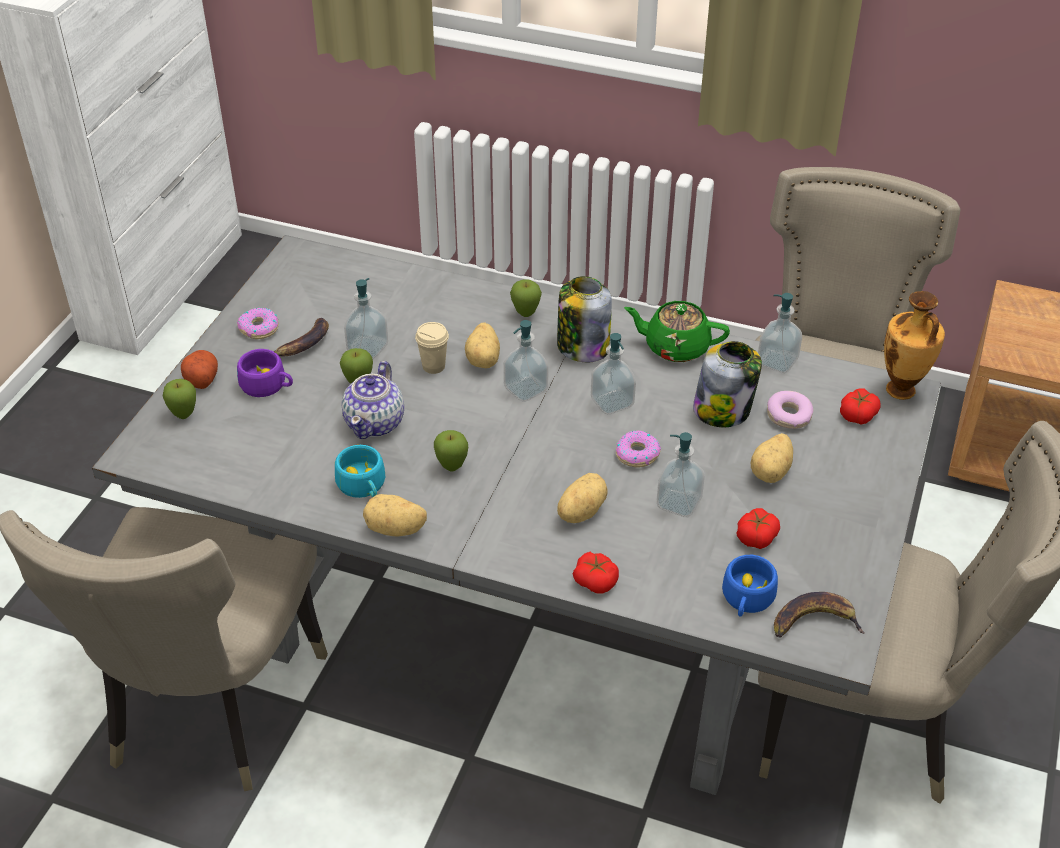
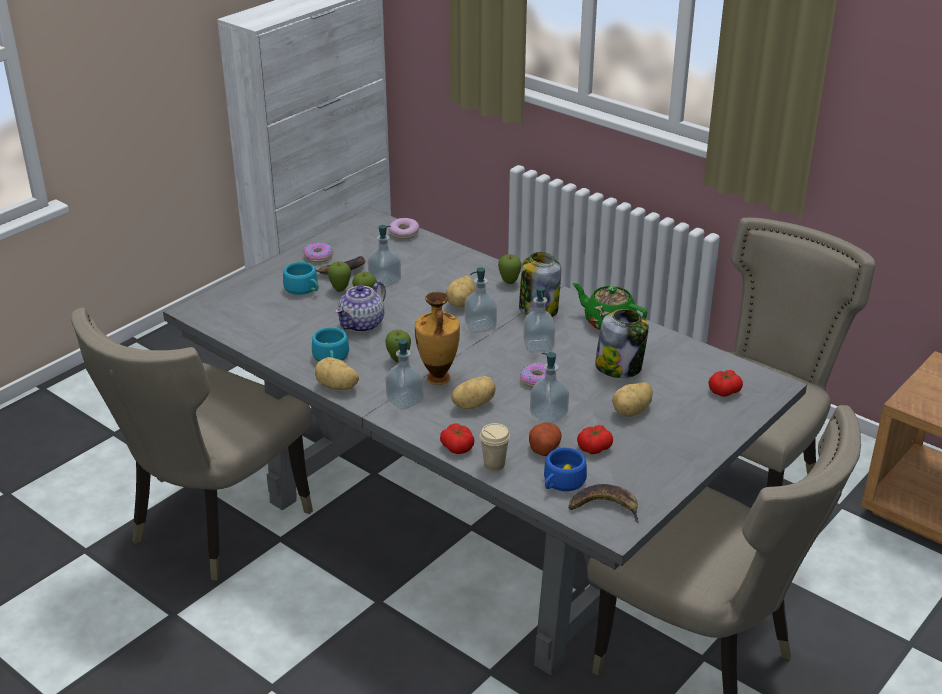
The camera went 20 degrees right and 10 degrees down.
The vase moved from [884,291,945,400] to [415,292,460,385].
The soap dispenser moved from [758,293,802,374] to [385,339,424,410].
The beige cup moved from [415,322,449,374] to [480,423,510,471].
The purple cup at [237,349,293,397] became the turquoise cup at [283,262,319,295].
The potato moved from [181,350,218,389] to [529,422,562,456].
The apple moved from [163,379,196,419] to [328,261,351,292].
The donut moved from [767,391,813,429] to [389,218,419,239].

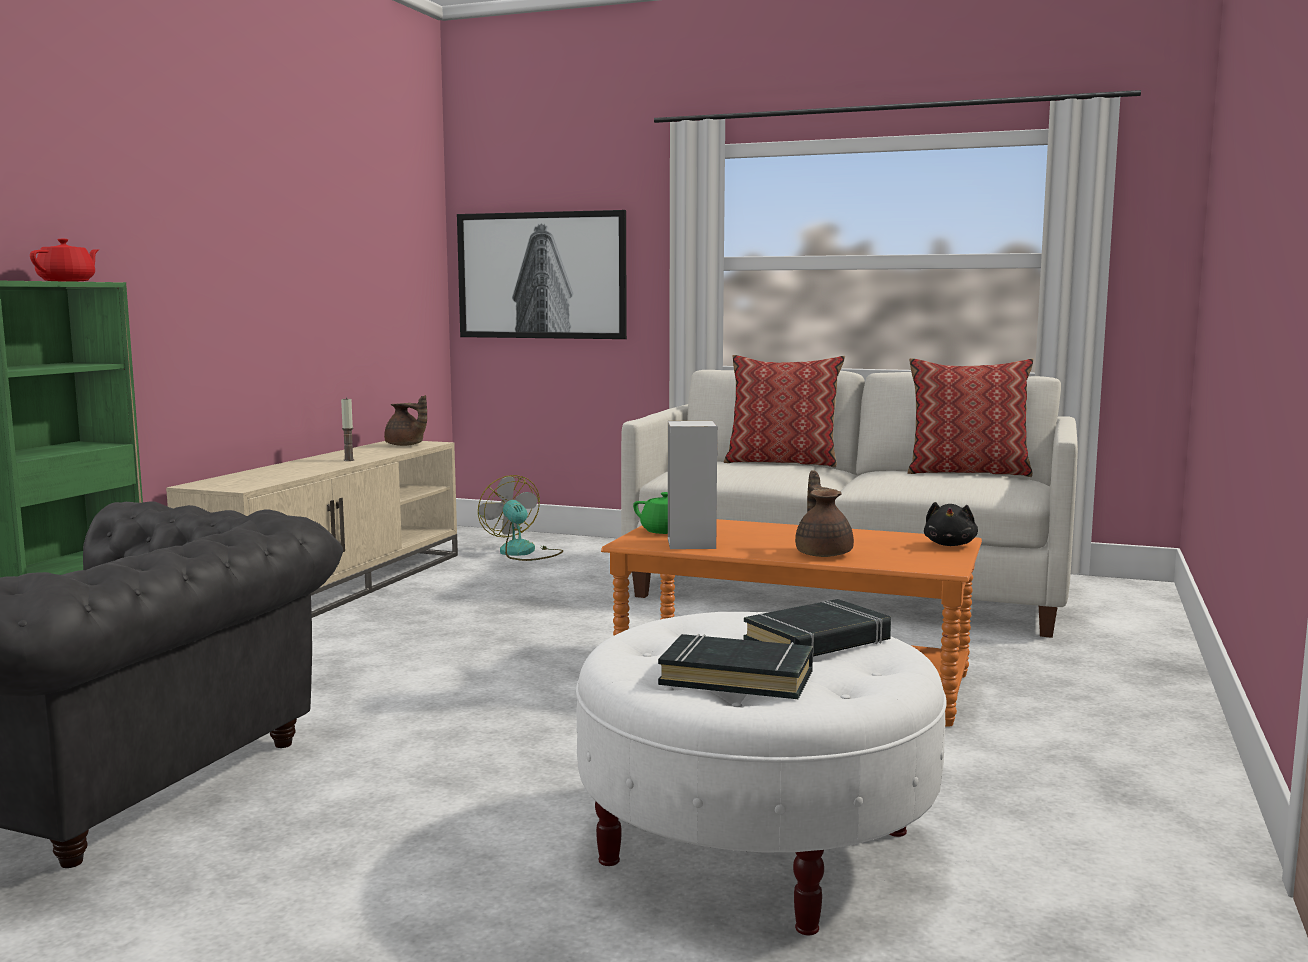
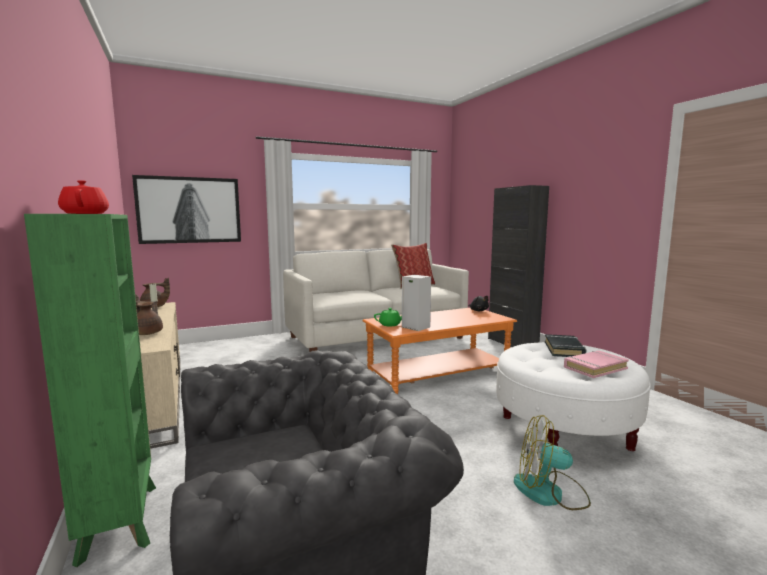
The camera went 45 degrees left and 0 degrees up.
The pillow at [724,355,845,468] disappeared.
The brown teapot moved from [795,470,854,557] to [135,294,163,335].
The fan moved from [478,475,563,561] to [514,415,591,510].
The black book at [658,634,813,699] became the pink book at [564,350,629,378].
The black cabinet at [488,185,549,347] appeared.

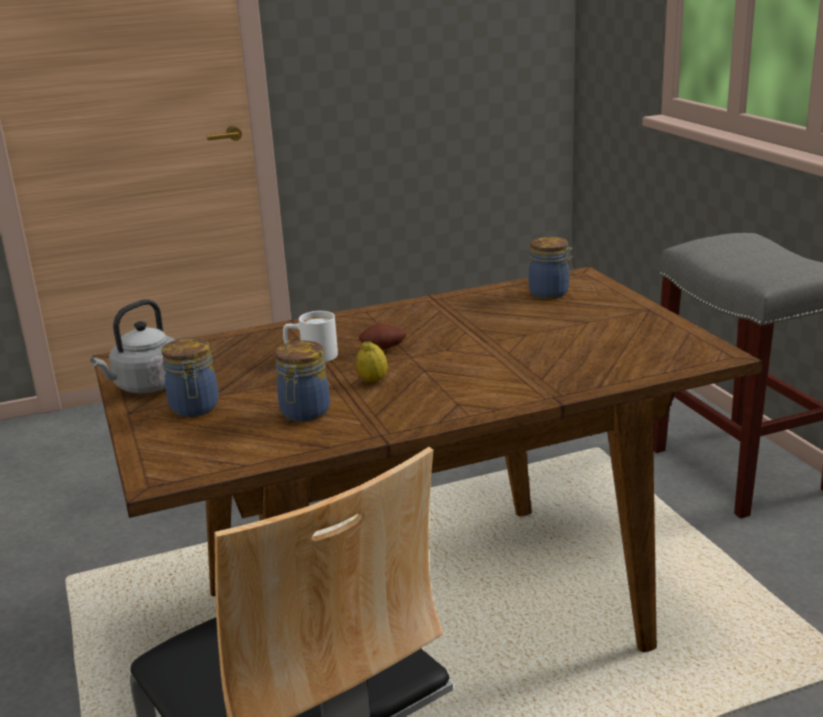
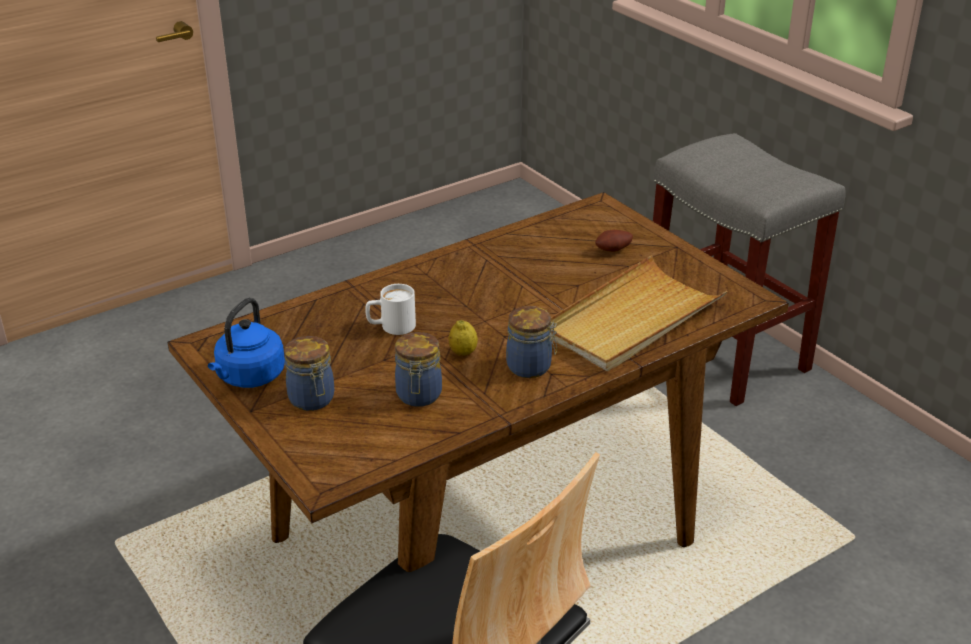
The camera went 15 degrees left and 10 degrees up.
The jar moved from [529,237,573,299] to [506,306,557,378].
The grey kettle at [90,299,175,393] became the blue kettle at [208,298,285,388].
The potato moved from [359,325,406,350] to [595,230,633,252].
The beige tray at [551,255,728,371] appeared.

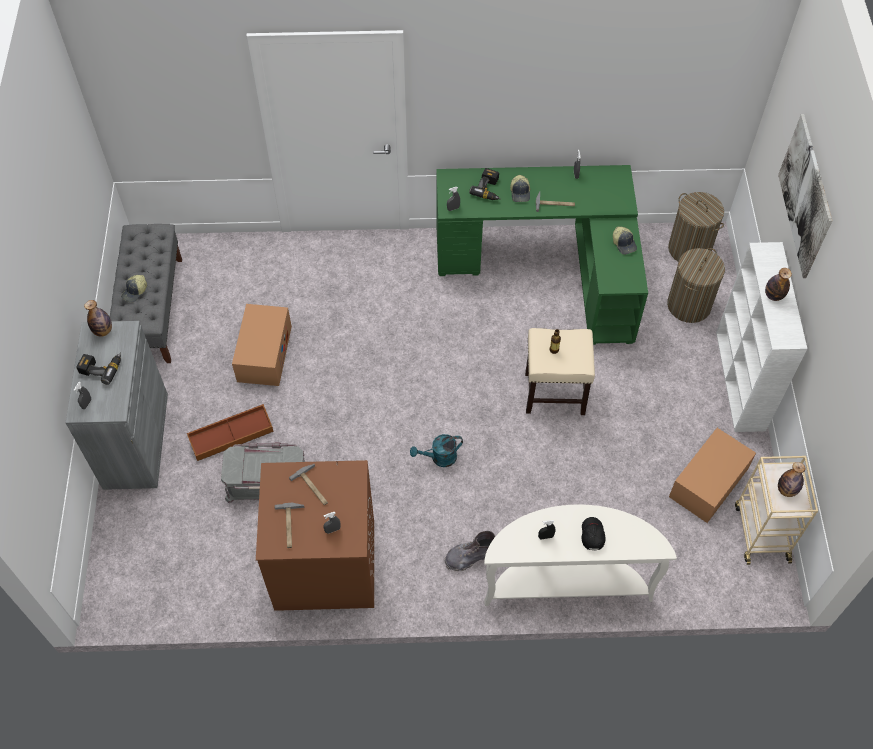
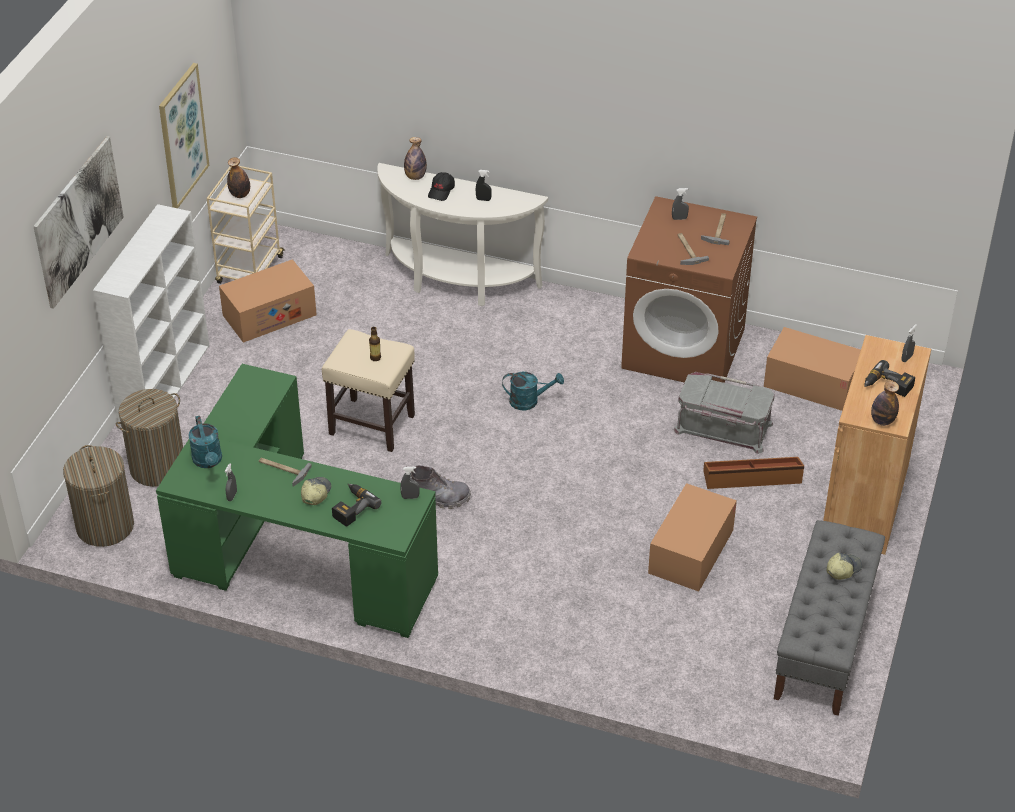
The camera went 160 degrees left and 15 degrees down.
The cap at [613,226,637,255] disappeared.
The bottle moved from [765,268,792,301] to [404,137,427,180].
The grey cabinet at [65,321,168,490] became the brown cabinet at [823,335,931,555].
The grey boot moved from [445,531,495,571] to [411,465,471,509].
The picture at [159,63,209,208] appeared.
The cardboard box at [764,327,861,411] appeared.
The turquoise watering can at [188,416,222,468] appeared.

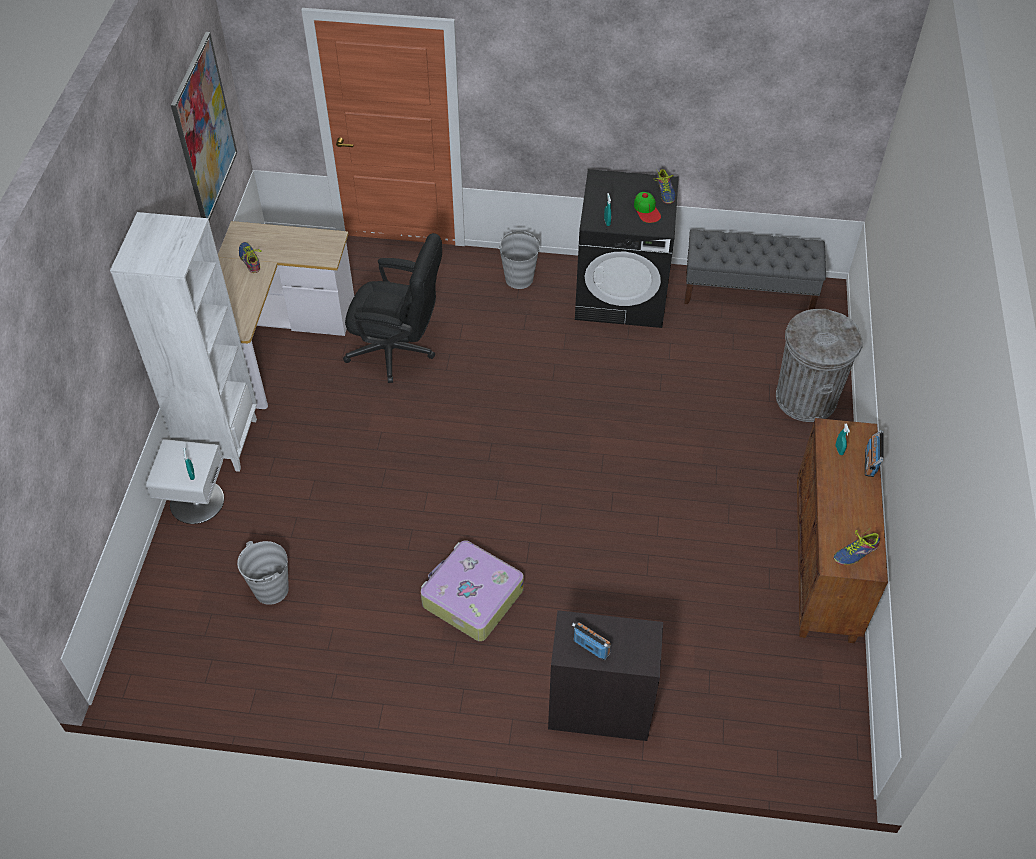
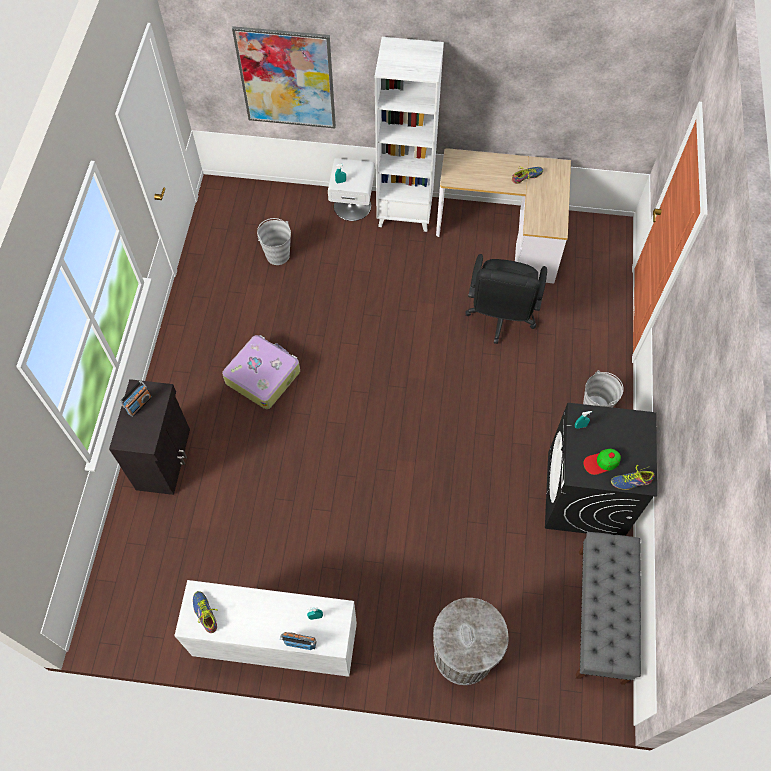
The camera went 90 degrees right and 10 degrees up.
The picture moved from [171,32,237,221] to [232,26,336,128].
The brown cabinet at [797,418,888,643] became the white cabinet at [174,580,357,677].

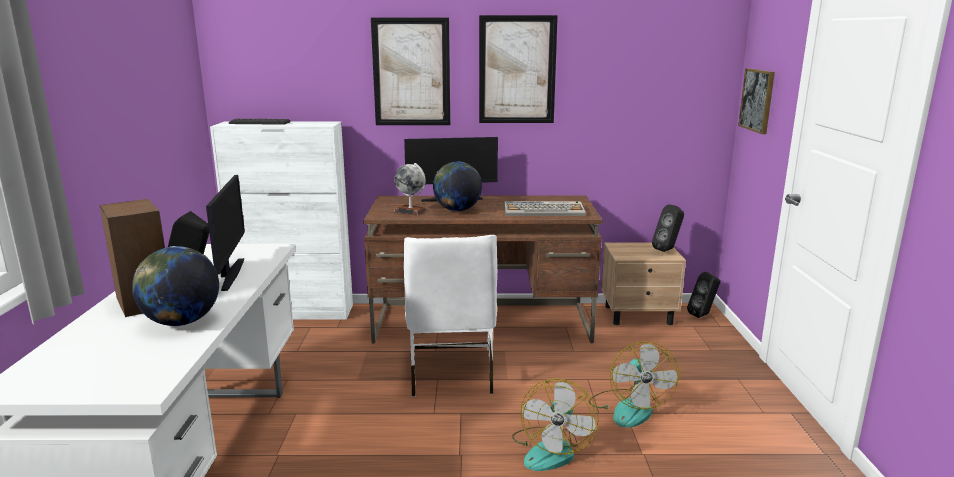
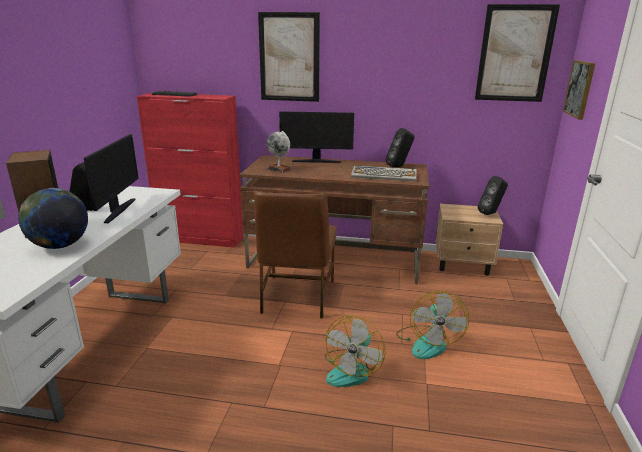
The camera went 10 degrees right and 5 degrees up.
The picture moved from [479,15,558,123] to [475,4,560,102].
The white cabinet at [210,121,353,320] became the red cabinet at [137,93,244,248].
The globe at [433,161,482,211] disappeared.
The white chair at [404,235,497,397] became the brown chair at [253,191,337,319].
The black speaker moved from [687,272,720,318] to [386,128,415,167].

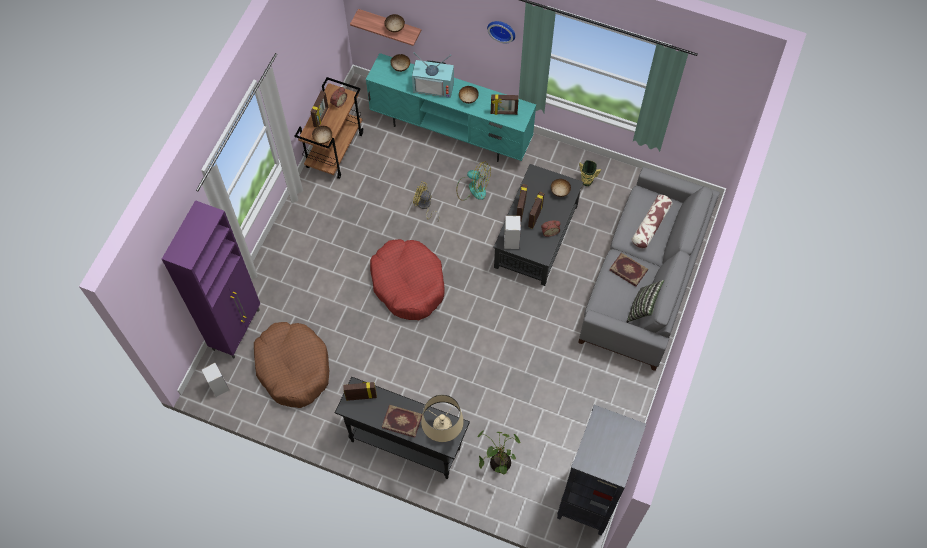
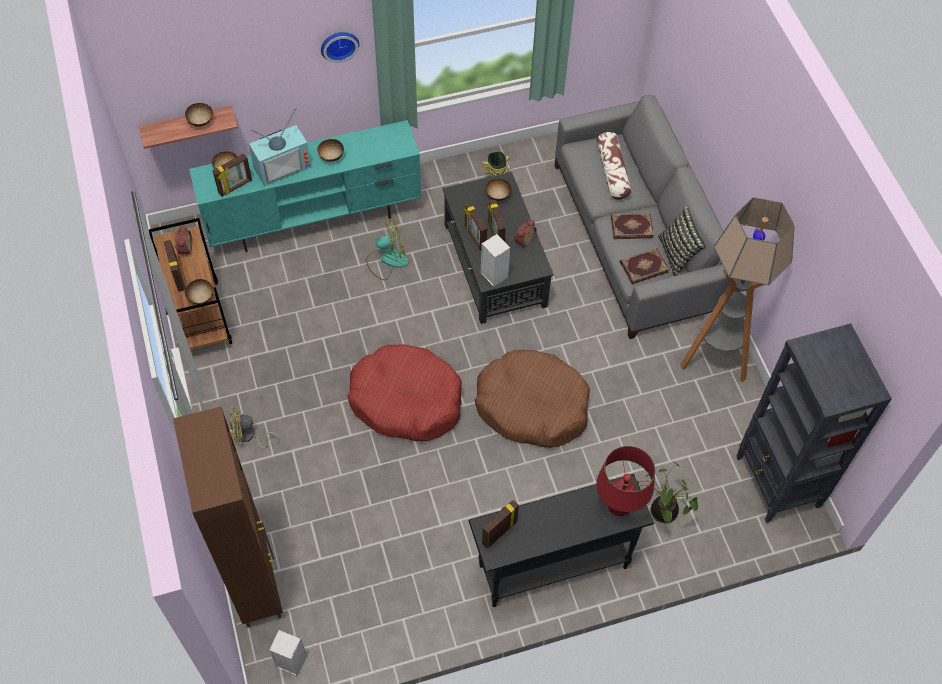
The camera went 40 degrees left and 5 degrees down.
The picture frame moved from [491,95,519,115] to [212,153,252,197].
The yellow fan moved from [413,181,439,221] to [230,406,279,449].
The purple cabinet at [162,200,260,359] became the brown cabinet at [173,406,283,627].
The brown dog bed moved from [254,322,329,408] to [475,350,590,448].
The beige table lamp at [421,395,464,442] became the red table lamp at [596,446,655,516].
The book moved from [382,405,422,438] to [620,248,669,285].
The floor lamp at [680,197,795,382] appeared.

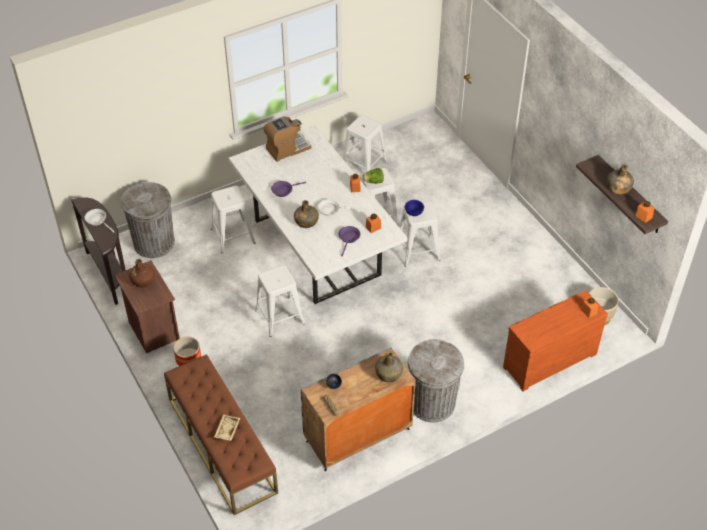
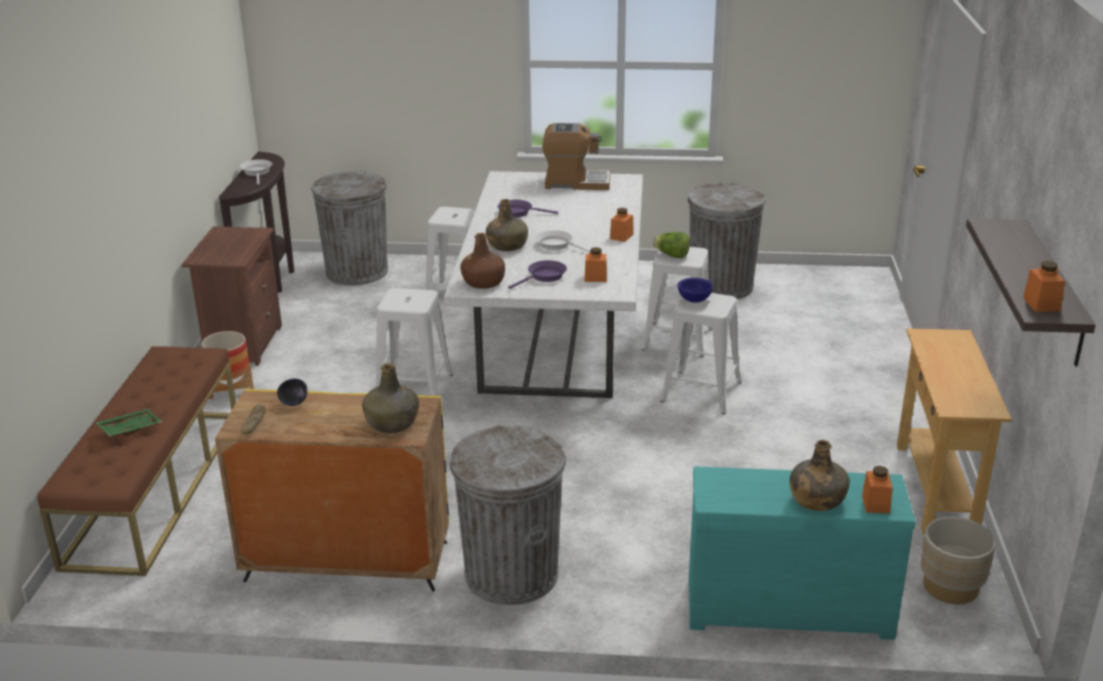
The camera went 35 degrees right and 20 degrees down.
The white stool at [343,115,388,172] was replaced by the grey trash can at [687,182,766,299].
The green bottle moved from [607,164,634,194] to [789,440,850,511].
The brown bottle moved from [129,259,155,287] to [460,233,505,289].
The brown dresser at [503,290,608,391] became the turquoise dresser at [688,466,916,640].
The grey cabinet at [301,347,416,471] became the yellow cabinet at [215,389,449,591].
The beige tray at [214,414,240,441] became the green tray at [96,409,162,436].
The beige console table at [897,328,1012,534] appeared.

